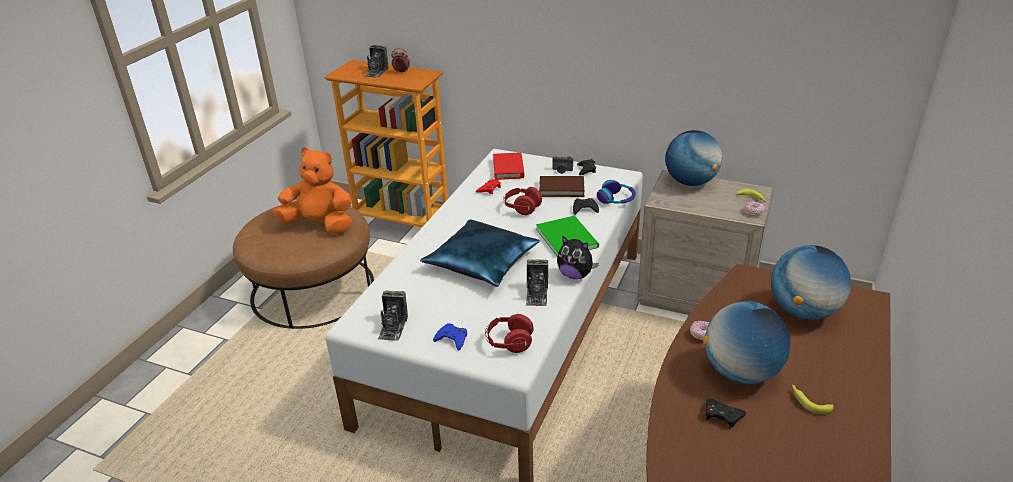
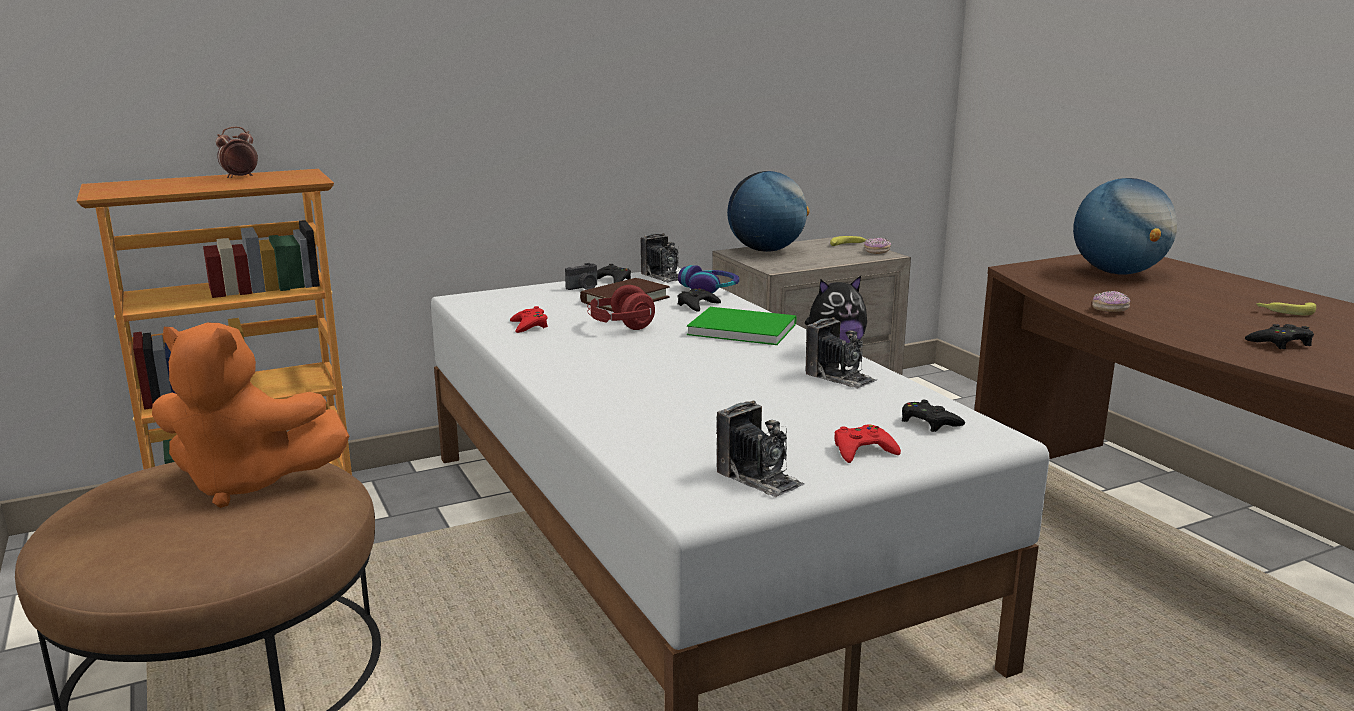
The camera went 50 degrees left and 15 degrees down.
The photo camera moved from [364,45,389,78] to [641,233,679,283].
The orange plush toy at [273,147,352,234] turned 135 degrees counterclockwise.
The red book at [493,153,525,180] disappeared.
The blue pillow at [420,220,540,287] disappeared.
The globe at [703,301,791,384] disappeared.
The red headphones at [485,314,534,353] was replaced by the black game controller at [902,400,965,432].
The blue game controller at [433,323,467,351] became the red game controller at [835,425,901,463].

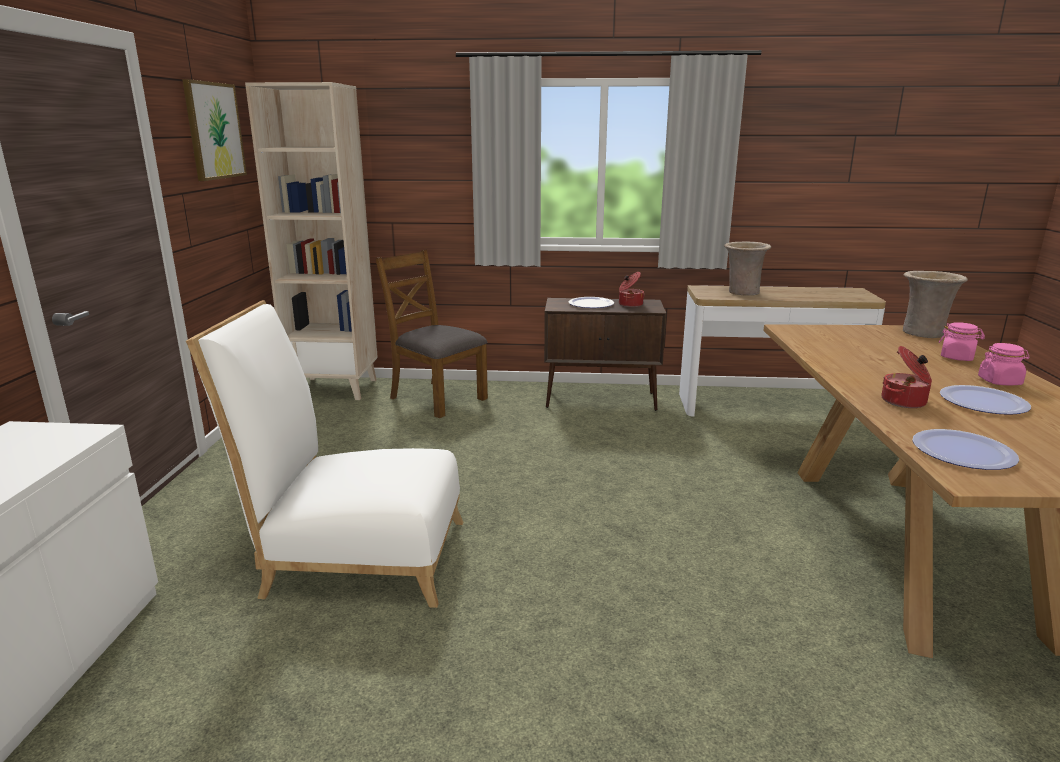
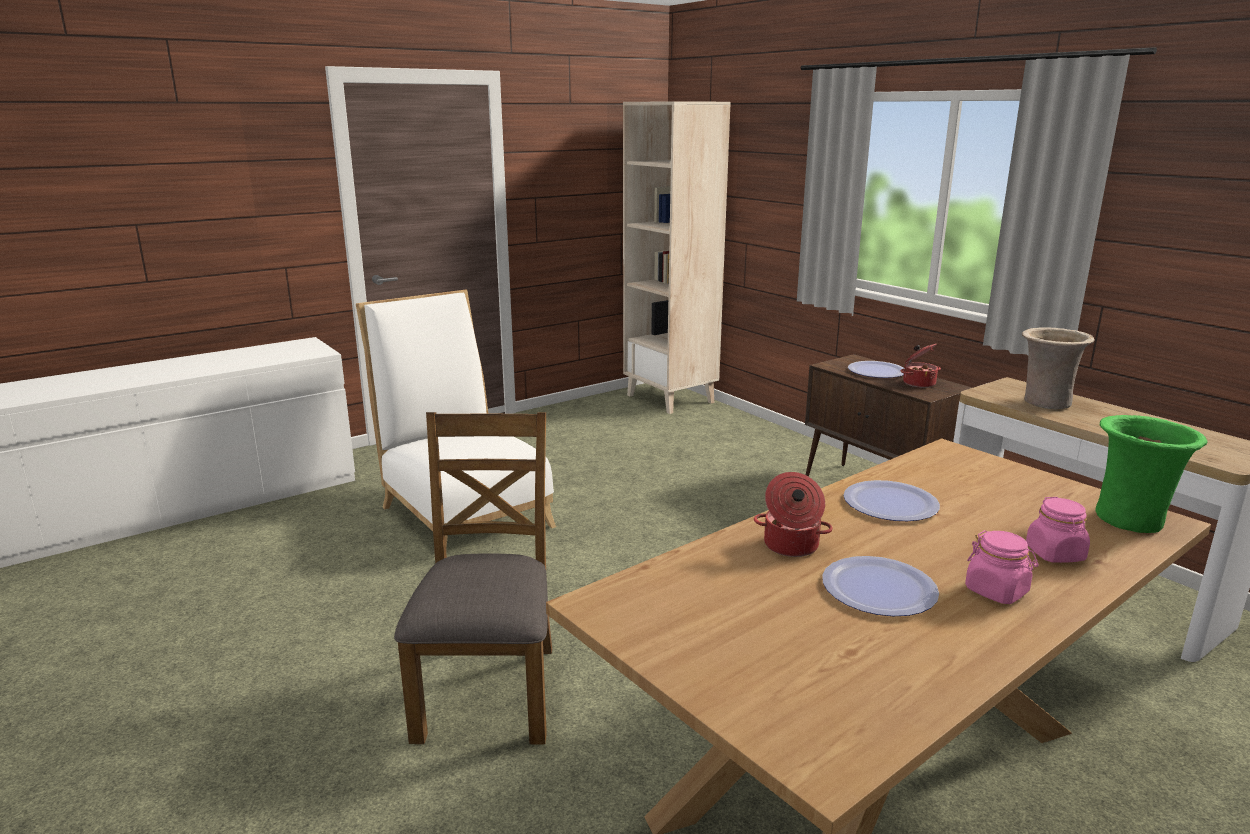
The camera went 50 degrees right and 0 degrees up.
The picture at [182,79,247,181] disappeared.
The brown chair moved from [375,249,488,418] to [394,412,552,744].
The beige vase at [903,271,968,338] became the green vase at [1095,415,1207,533].
The plate moved from [913,429,1019,470] to [843,480,940,521].

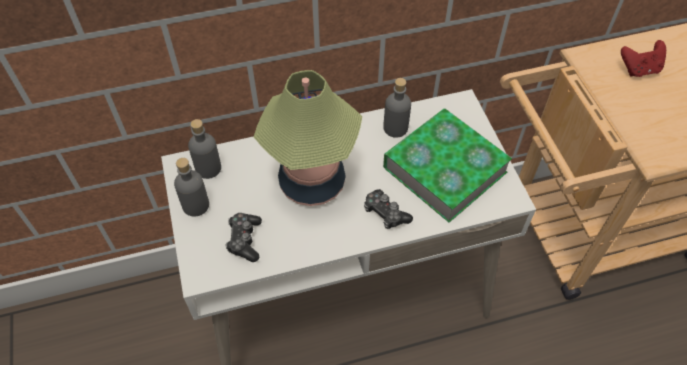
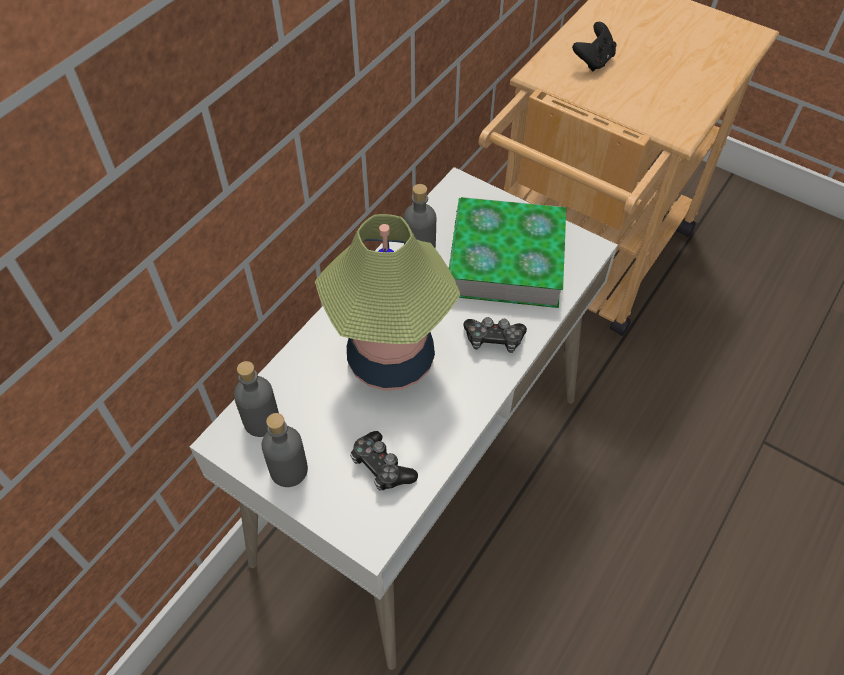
The camera went 40 degrees left and 0 degrees up.
The red game controller at [621,40,666,77] became the black game controller at [572,22,617,71].

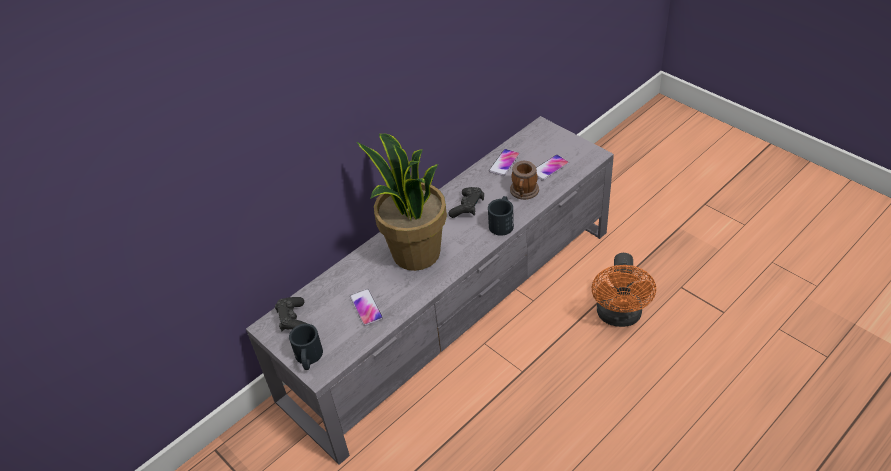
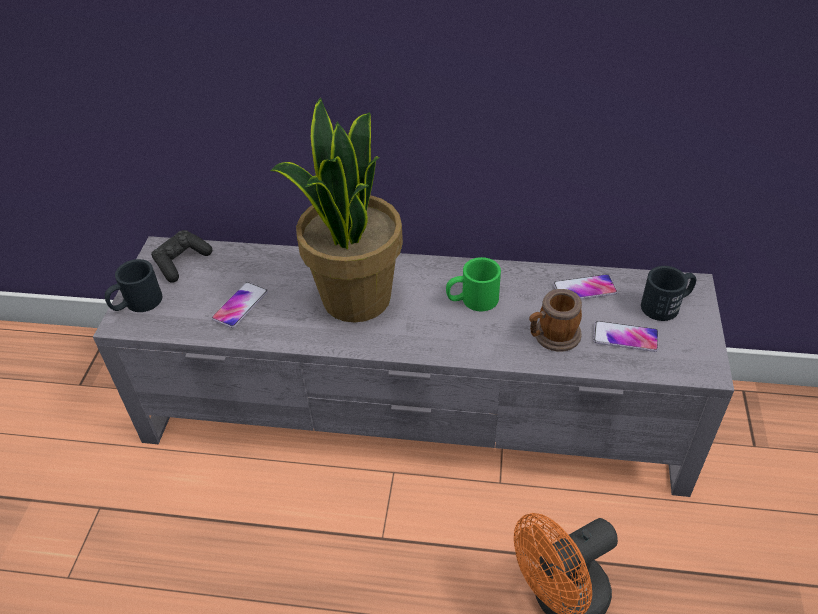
The camera went 50 degrees right and 0 degrees up.
The black game controller at [449,187,484,218] was replaced by the green mug at [446,257,501,311].
The black mug moved from [488,196,514,236] to [641,266,696,321].

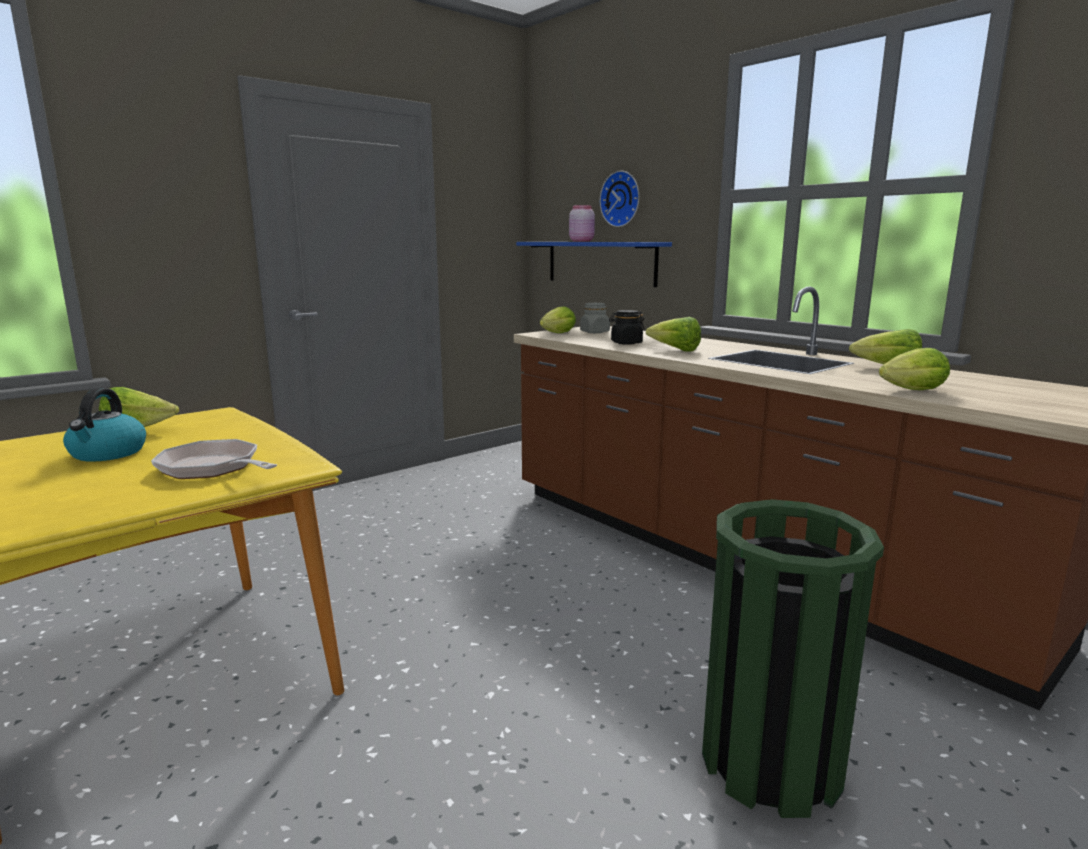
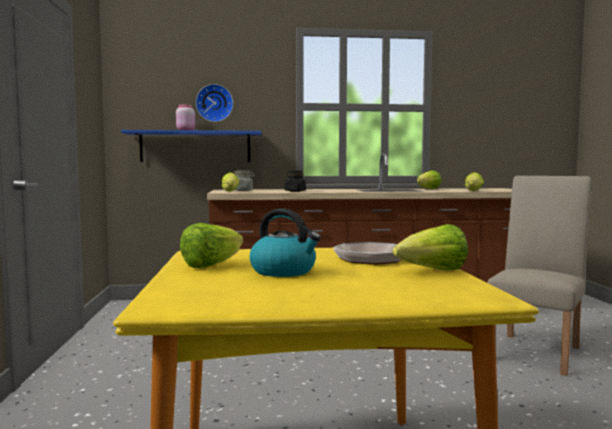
The camera went 55 degrees left and 10 degrees down.
The lettuce moved from [646,317,701,352] to [393,224,468,270].
The green trash can at [702,499,884,818] was replaced by the beige chair at [487,176,591,376].

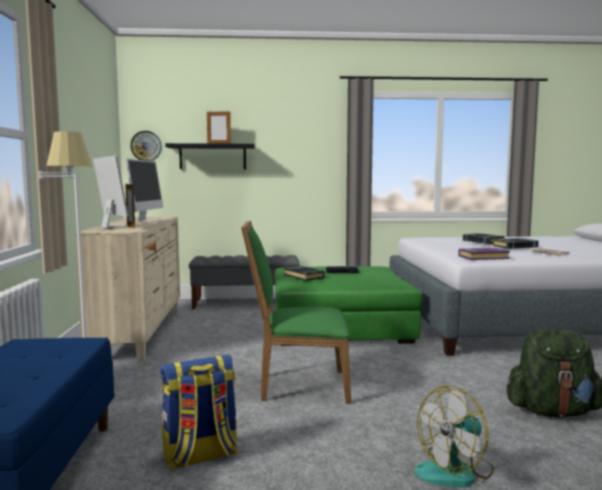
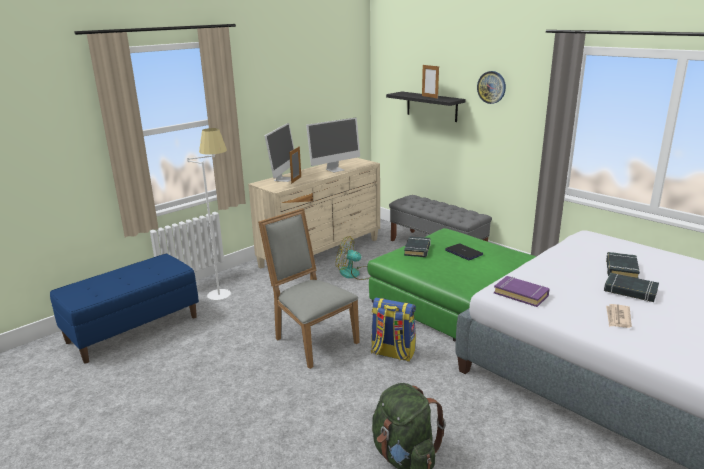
The camera went 50 degrees right and 15 degrees up.
The wall clock moved from [130,131,162,161] to [477,71,506,104].
The green chair at [241,220,351,404] became the grey chair at [258,208,360,369].
The backpack moved from [160,355,238,470] to [371,298,416,362].
The fan moved from [414,385,494,488] to [336,236,371,280].

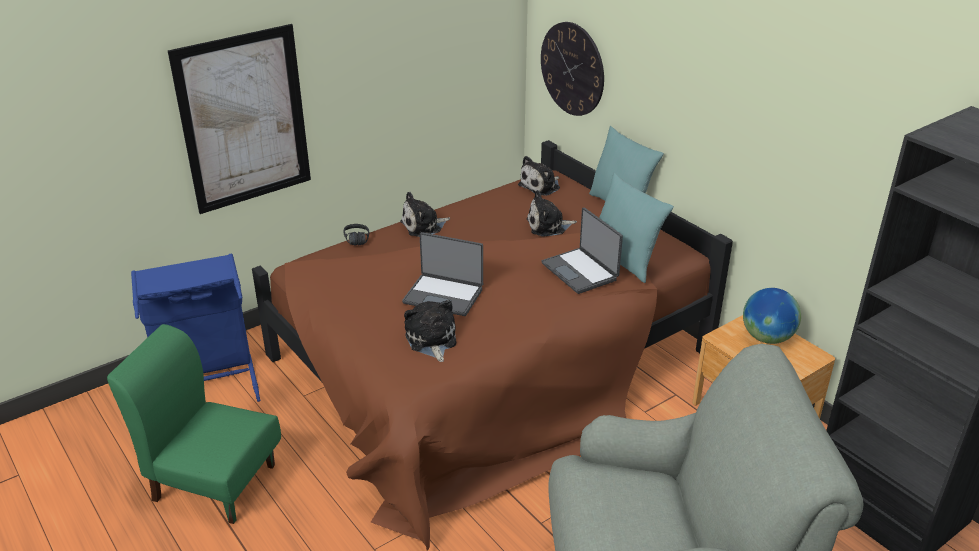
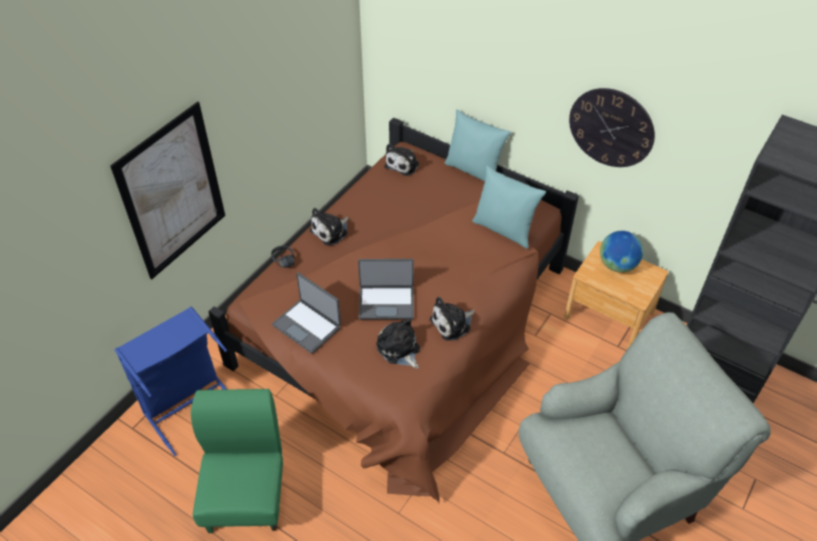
The camera went 20 degrees left and 15 degrees up.
The wall clock moved from [541,22,604,116] to [569,88,655,167].
The plush toy moved from [526,190,577,236] to [430,297,475,341].
The laptop moved from [541,208,623,294] to [272,273,341,354].
The green chair at [107,324,281,524] turned 90 degrees clockwise.

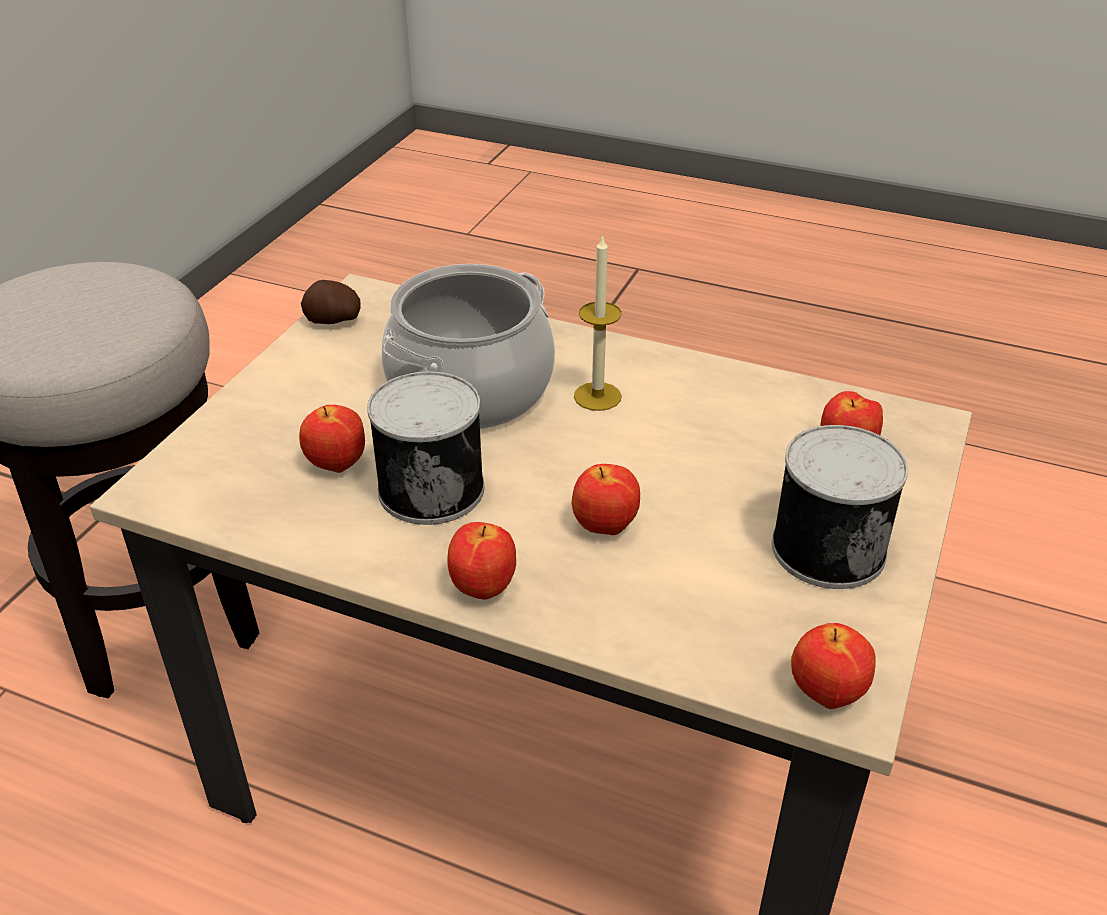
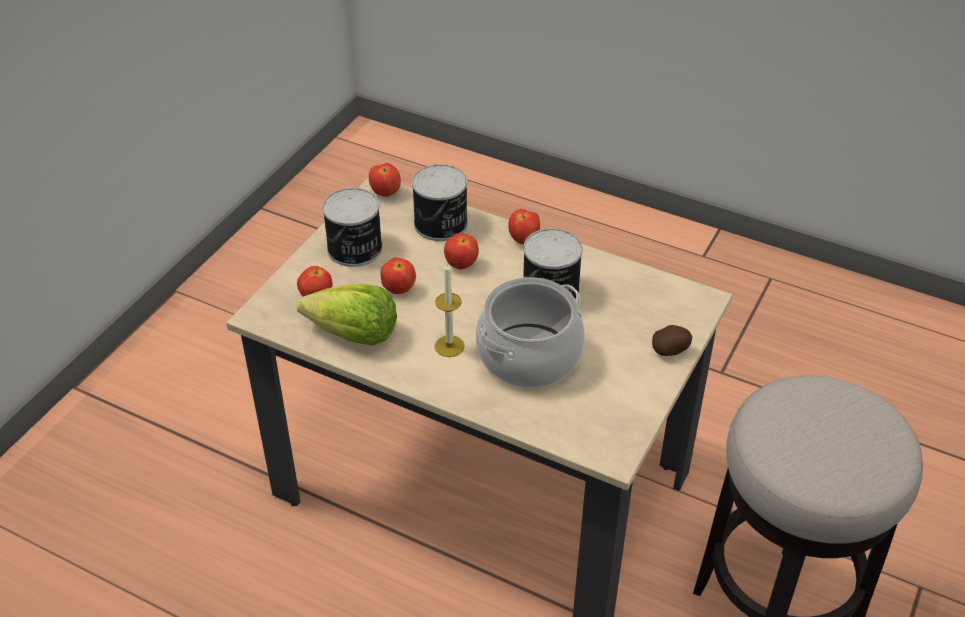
The camera went 175 degrees left and 5 degrees up.
The potato moved from [301,280,361,324] to [652,325,692,356].
The apple moved from [299,405,365,473] to [380,257,416,294].
The can at [412,164,468,241] appeared.
The lettuce at [297,284,397,346] appeared.

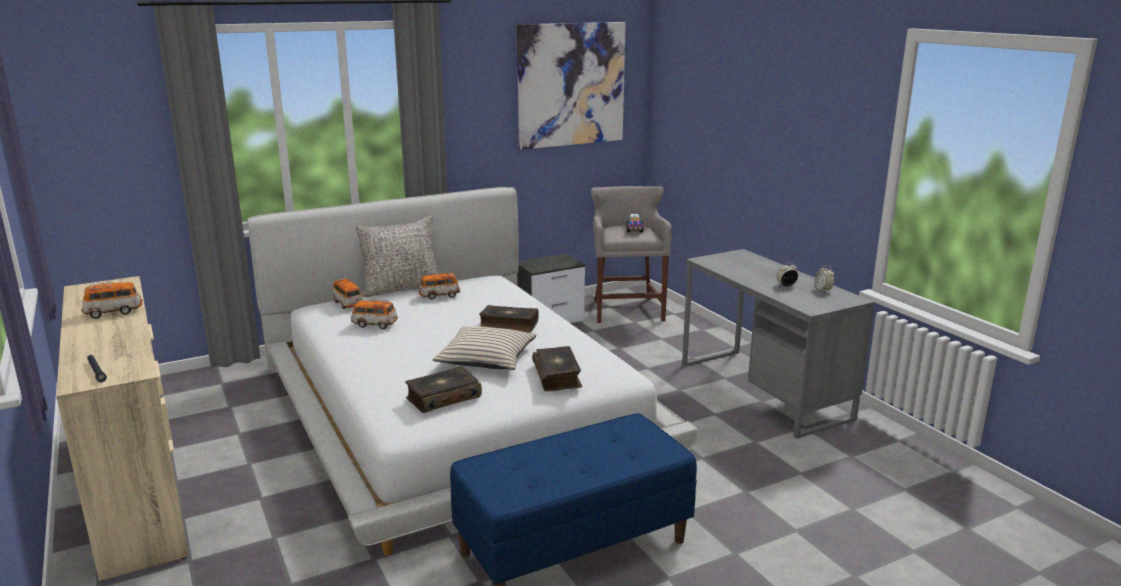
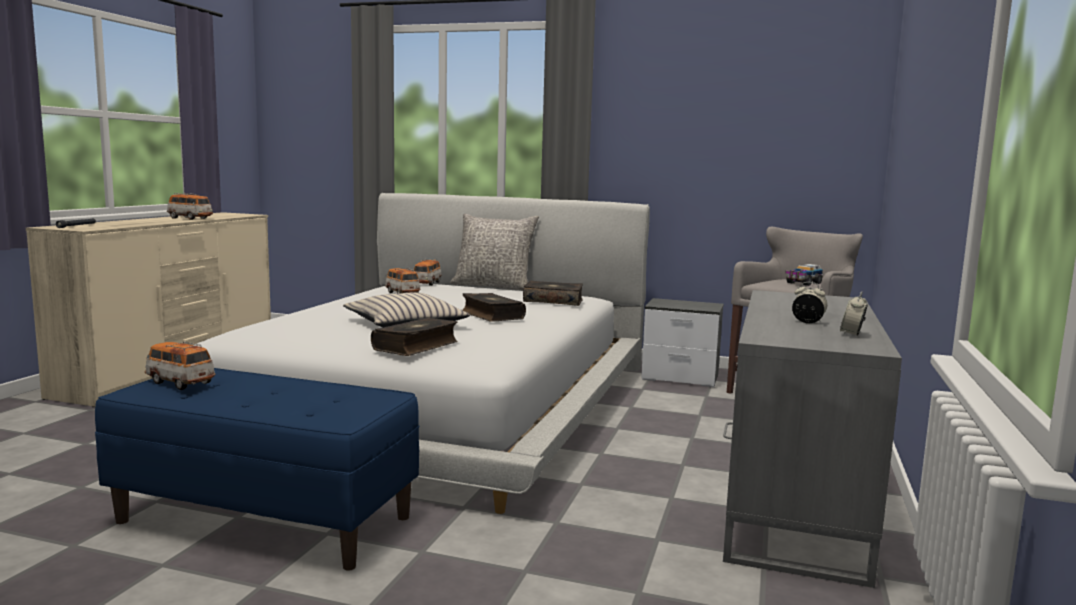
The camera went 45 degrees right and 10 degrees down.
The picture at [517,22,626,150] disappeared.
The toy car moved from [419,272,460,300] to [145,342,215,390].
The book moved from [405,366,482,413] to [523,281,583,306].

